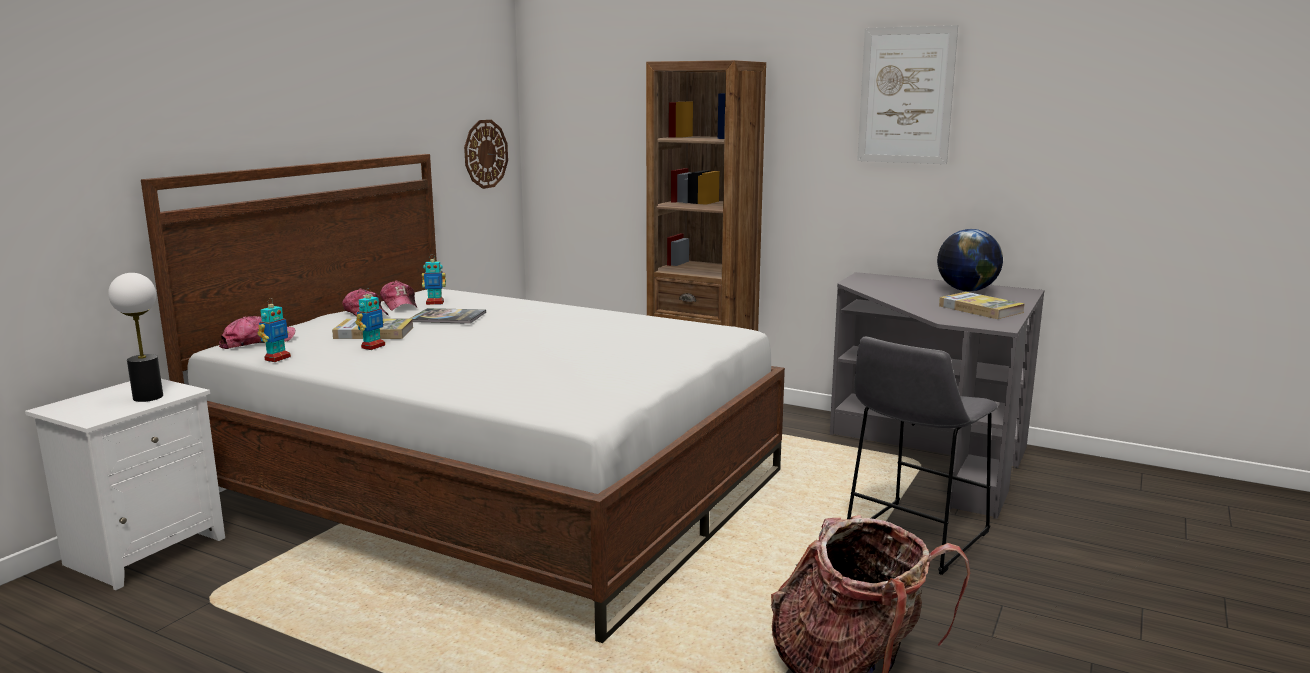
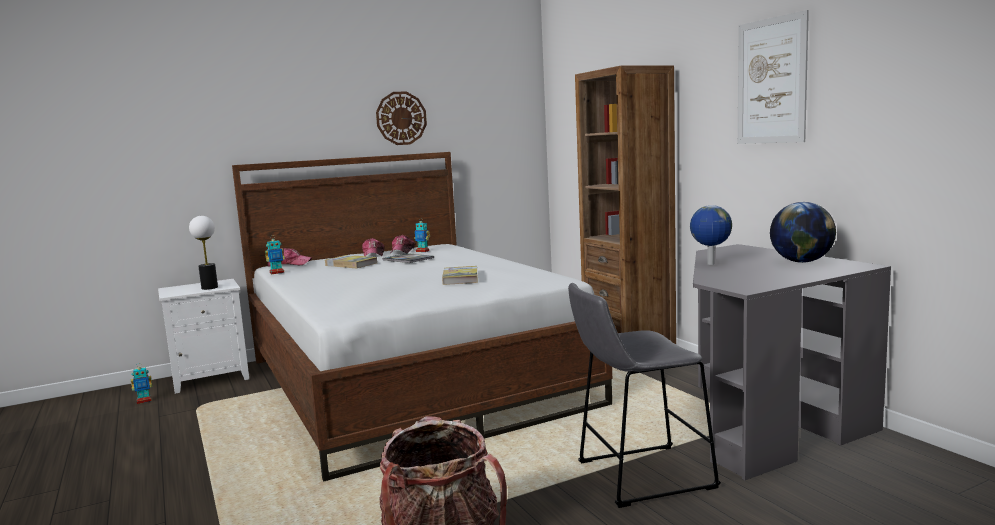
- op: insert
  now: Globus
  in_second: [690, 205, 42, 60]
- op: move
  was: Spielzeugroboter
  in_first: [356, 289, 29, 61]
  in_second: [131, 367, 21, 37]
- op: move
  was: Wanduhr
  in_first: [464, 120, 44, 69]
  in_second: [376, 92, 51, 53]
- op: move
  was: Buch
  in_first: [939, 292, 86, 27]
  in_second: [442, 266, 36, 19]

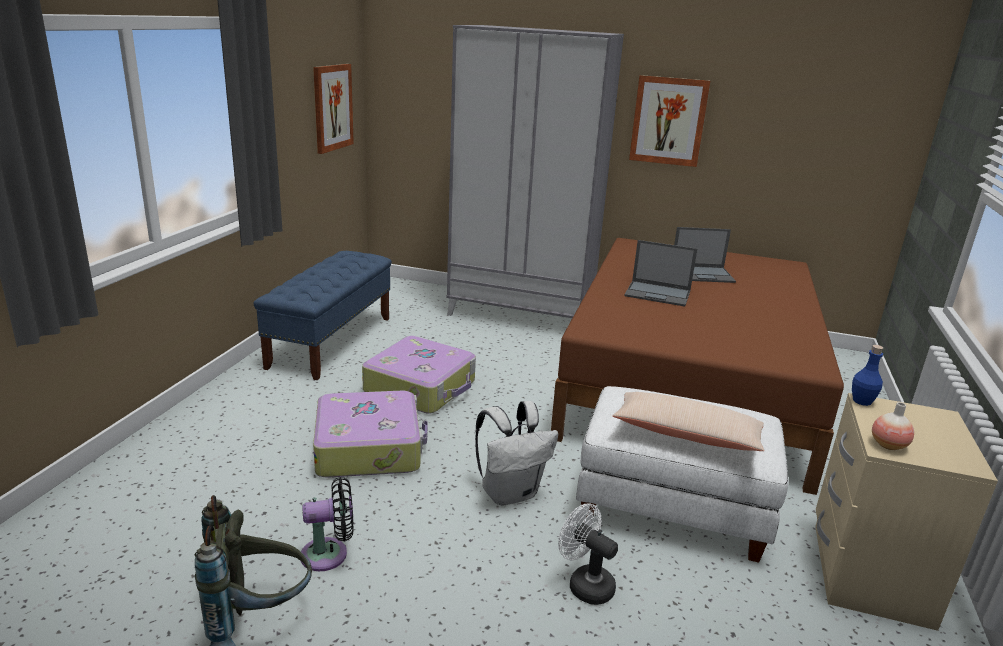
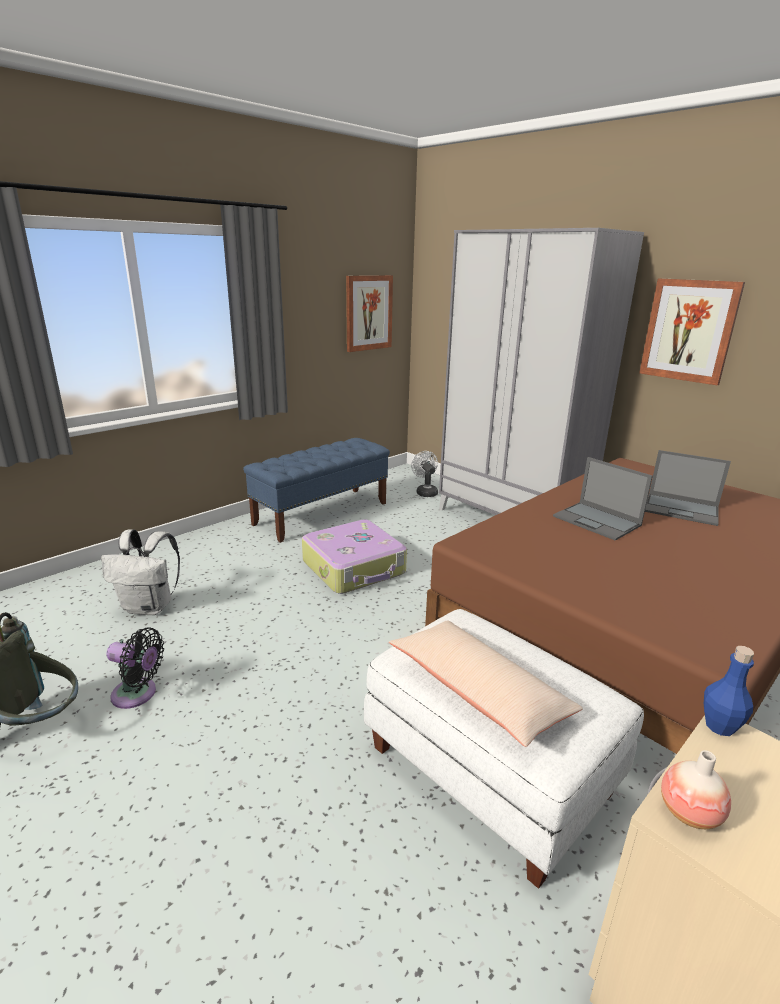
- op: delete
  was: Koffer
  in_first: [313, 391, 115, 87]
- op: move
  was: Rucksack [weiß]
  in_first: [475, 401, 83, 105]
  in_second: [101, 529, 79, 86]
- op: move
  was: Ventilator [weiß]
  in_first: [558, 503, 60, 102]
  in_second: [411, 451, 27, 46]

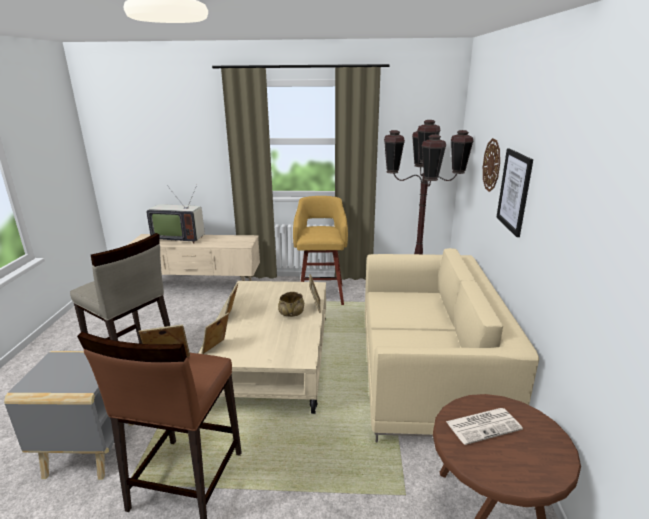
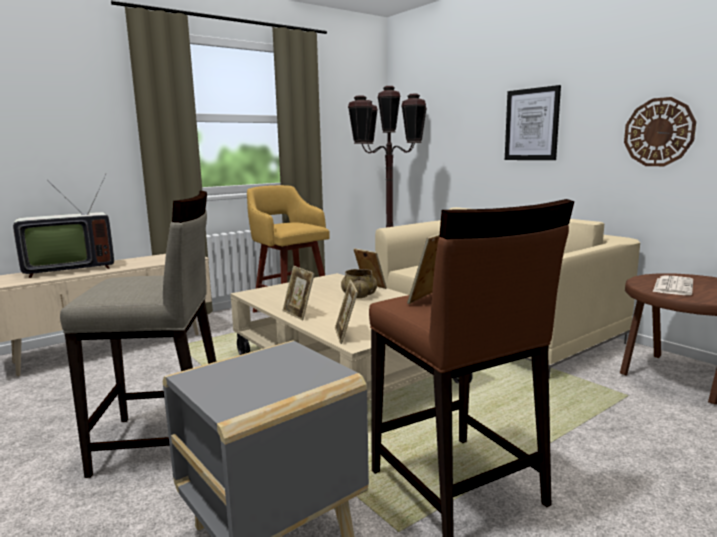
- op: move
  was: Wanduhr
  in_first: [483, 138, 17, 54]
  in_second: [624, 97, 72, 69]

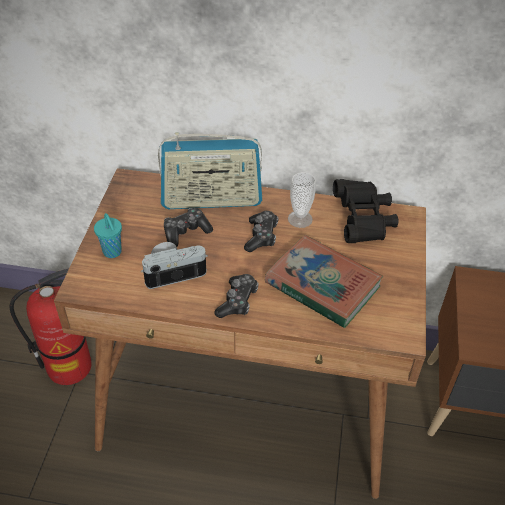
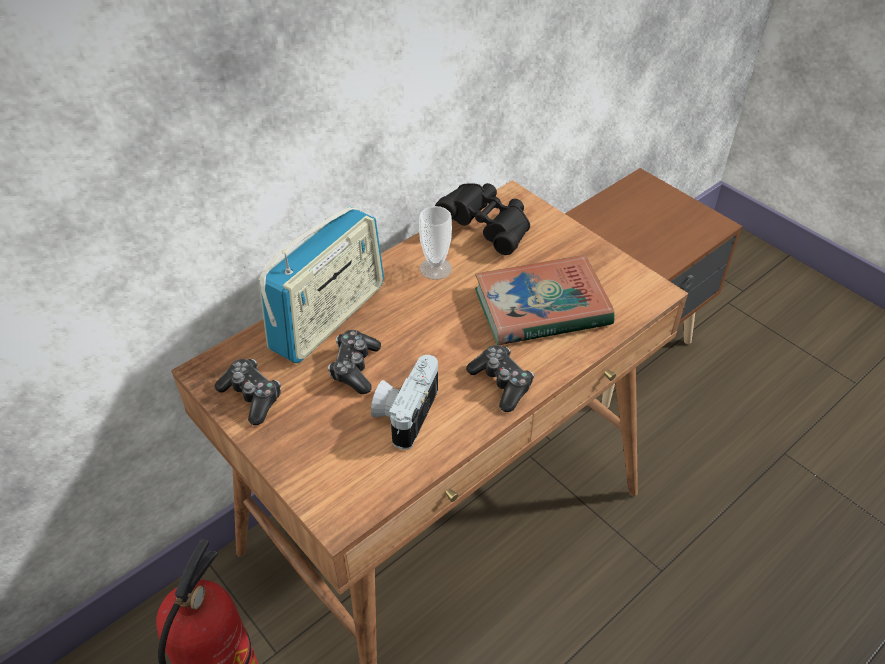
- op: delete
  was: Tasse [türkis]
  in_first: [94, 213, 28, 45]
- op: move
  was: Gamepad
  in_first: [244, 211, 35, 41]
  in_second: [214, 359, 67, 66]

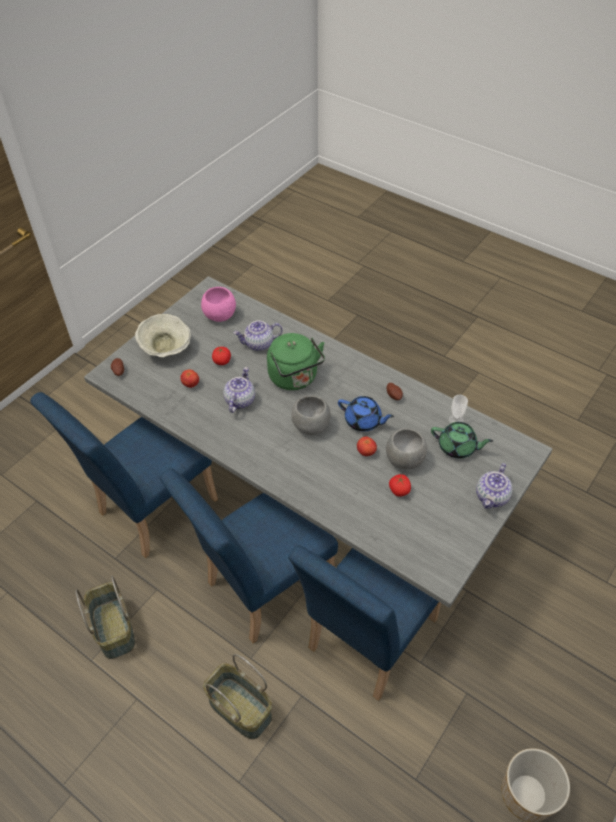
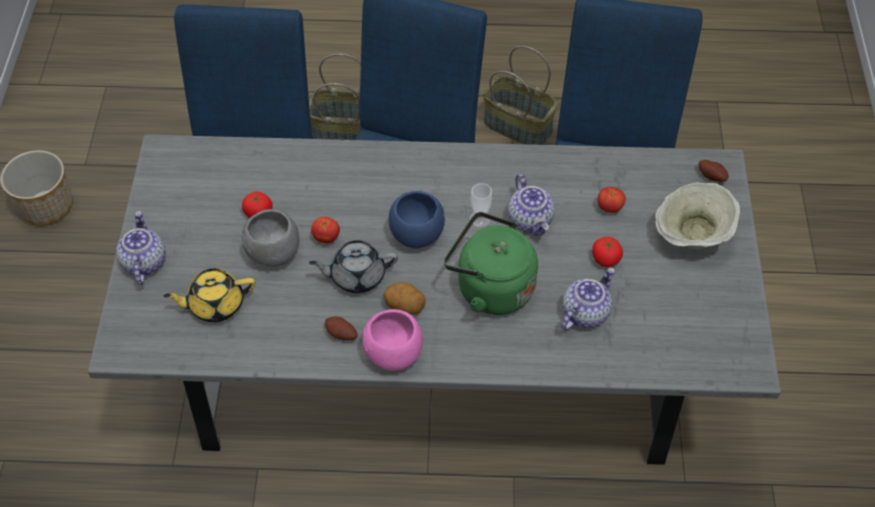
- op: insert
  now: Kartoffel
  in_second: [383, 283, 43, 31]
- op: move
  was: Schüssel [rosa]
  in_first: [201, 287, 35, 35]
  in_second: [363, 309, 60, 62]
- op: move
  was: Tasse
  in_first: [449, 395, 19, 29]
  in_second: [469, 183, 23, 44]
- op: recolor
  was: Schüssel [grau]
  now: Schüssel [blau]
  in_first: [291, 395, 40, 40]
  in_second: [389, 191, 56, 57]
- op: recolor
  was: Teekanne [blau]
  now: Teekanne [grau]
  in_first: [338, 396, 56, 36]
  in_second: [309, 240, 89, 53]
- op: recolor
  was: Teekanne [grün]
  now: Teekanne [gelb]
  in_first: [431, 422, 62, 36]
  in_second: [163, 269, 92, 54]

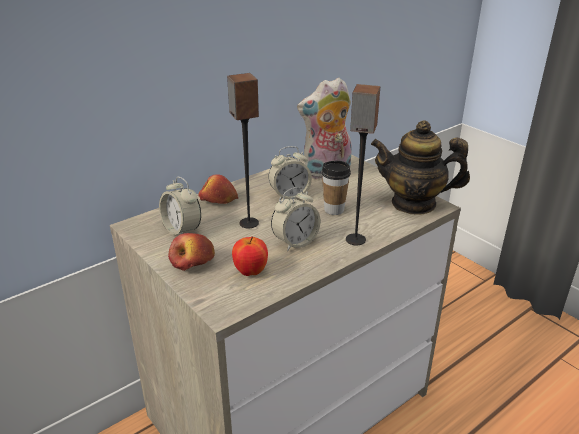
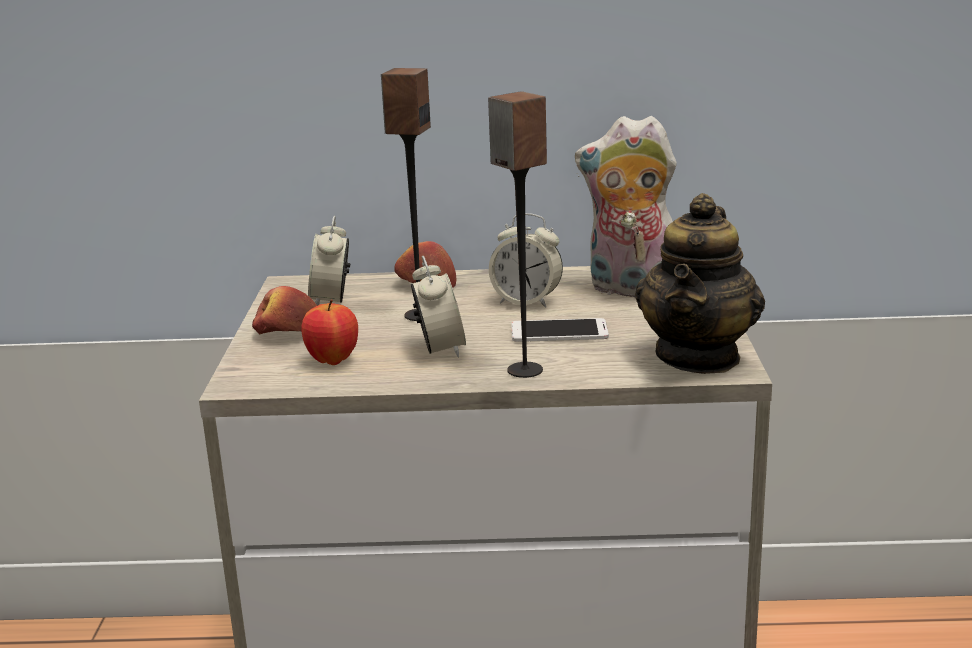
- op: replace
  was: Tasse
  now: Handy
  in_first: [321, 161, 30, 54]
  in_second: [511, 318, 98, 24]
- op: rotate
  was: Wecker
  in_first: [271, 187, 49, 64]
  in_second: [411, 256, 55, 102]
  clockwise: -105
- op: rotate
  was: Teekanne
  in_first: [371, 121, 99, 94]
  in_second: [635, 193, 130, 181]
  clockwise: -120

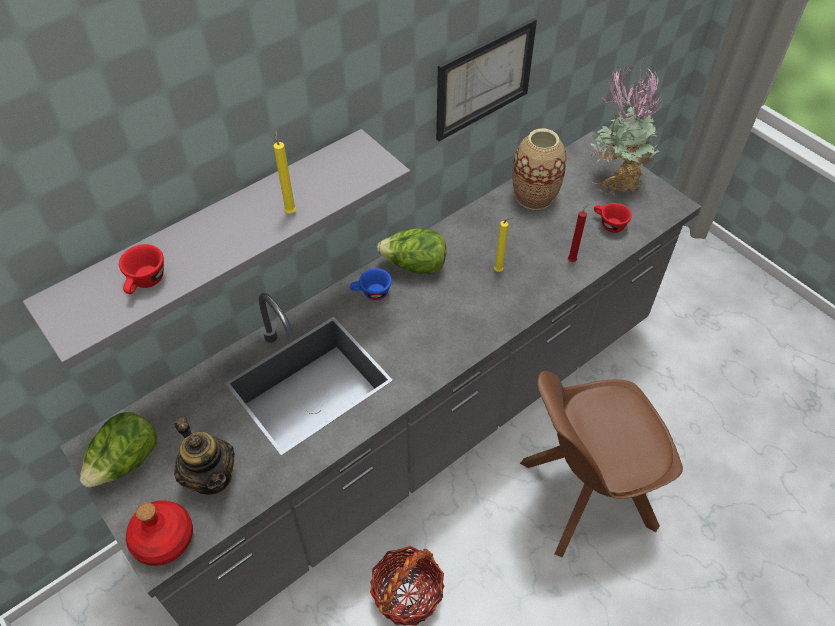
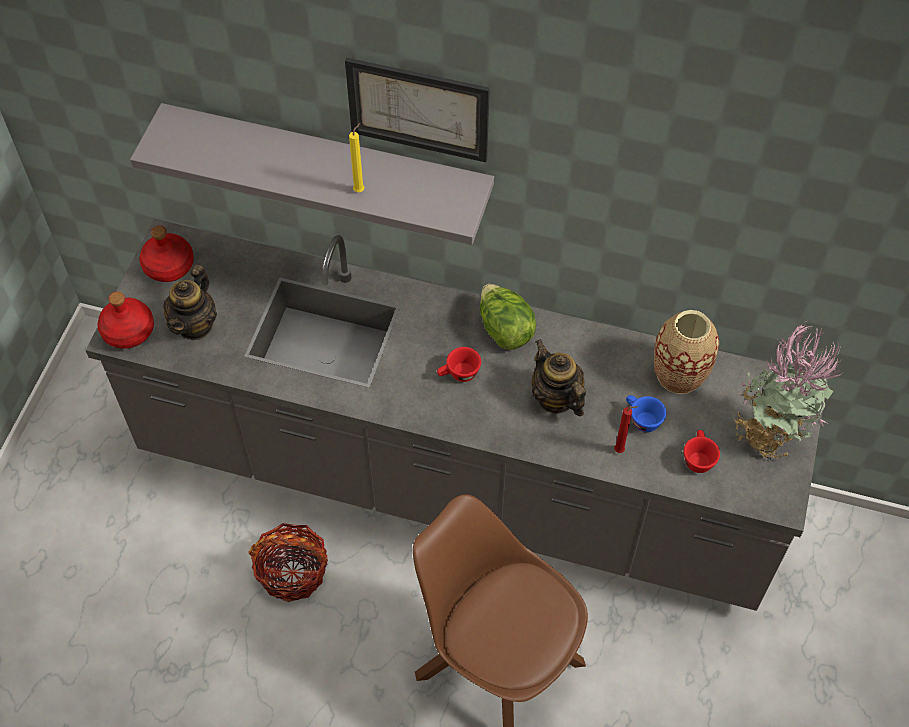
- op: move
  was: Tasse [rot]
  in_first: [119, 244, 45, 50]
  in_second: [437, 347, 44, 35]
- op: move
  was: Tasse [blau]
  in_first: [350, 268, 42, 32]
  in_second: [626, 395, 40, 37]
- op: move
  was: Bild
  in_first: [436, 18, 101, 123]
  in_second: [345, 58, 145, 104]
- op: replace
  was: Salatkopf
  now: Flasche [rot]
  in_first: [80, 412, 77, 76]
  in_second: [140, 225, 54, 57]
- op: replace
  was: Kerze [gelb]
  now: Teekanne
  in_first: [494, 217, 19, 55]
  in_second: [532, 340, 54, 76]

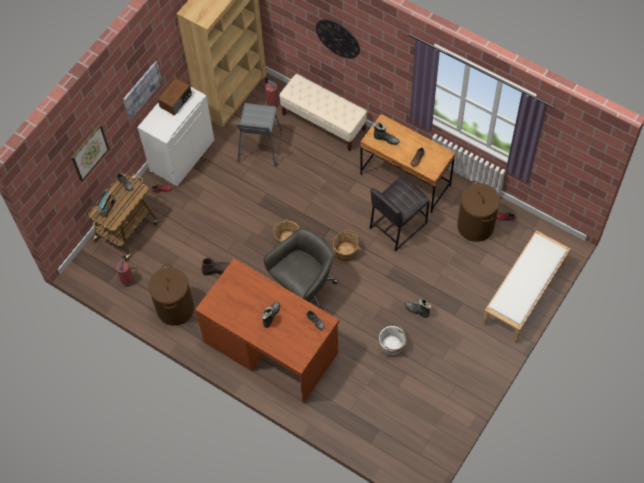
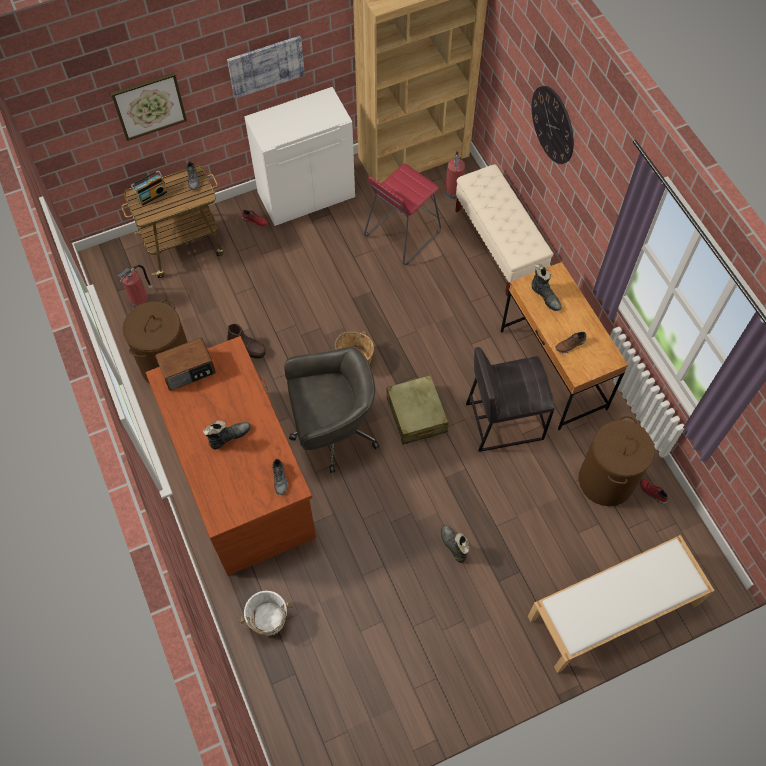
- op: move
  was: Radio
  in_first: [158, 78, 34, 37]
  in_second: [156, 338, 60, 53]
- op: move
  was: Eimer [weiß]
  in_first: [379, 326, 28, 30]
  in_second: [239, 591, 54, 45]
- op: replace
  was: Eimer [braun]
  now: Koffer [beige]
  in_first: [330, 230, 32, 31]
  in_second: [386, 375, 63, 69]
- op: recolor
  was: Hocker [grau]
  now: Hocker [rot]
  in_first: [236, 103, 46, 63]
  in_second: [364, 164, 77, 101]

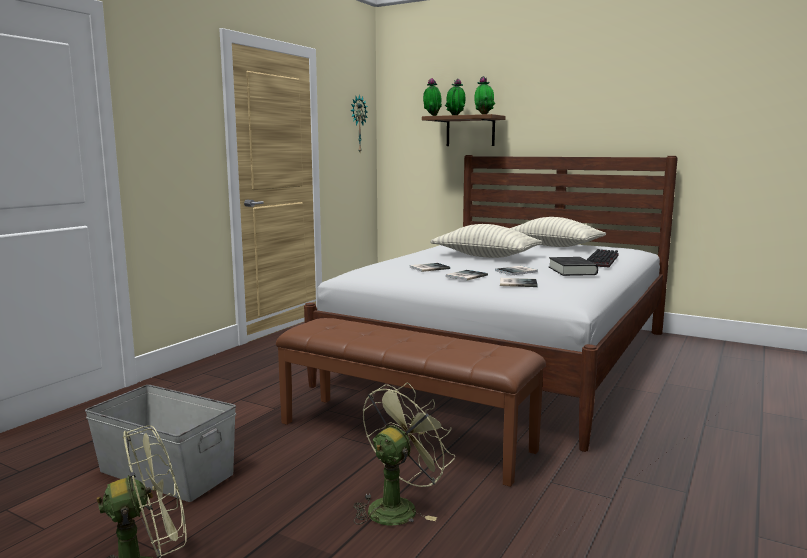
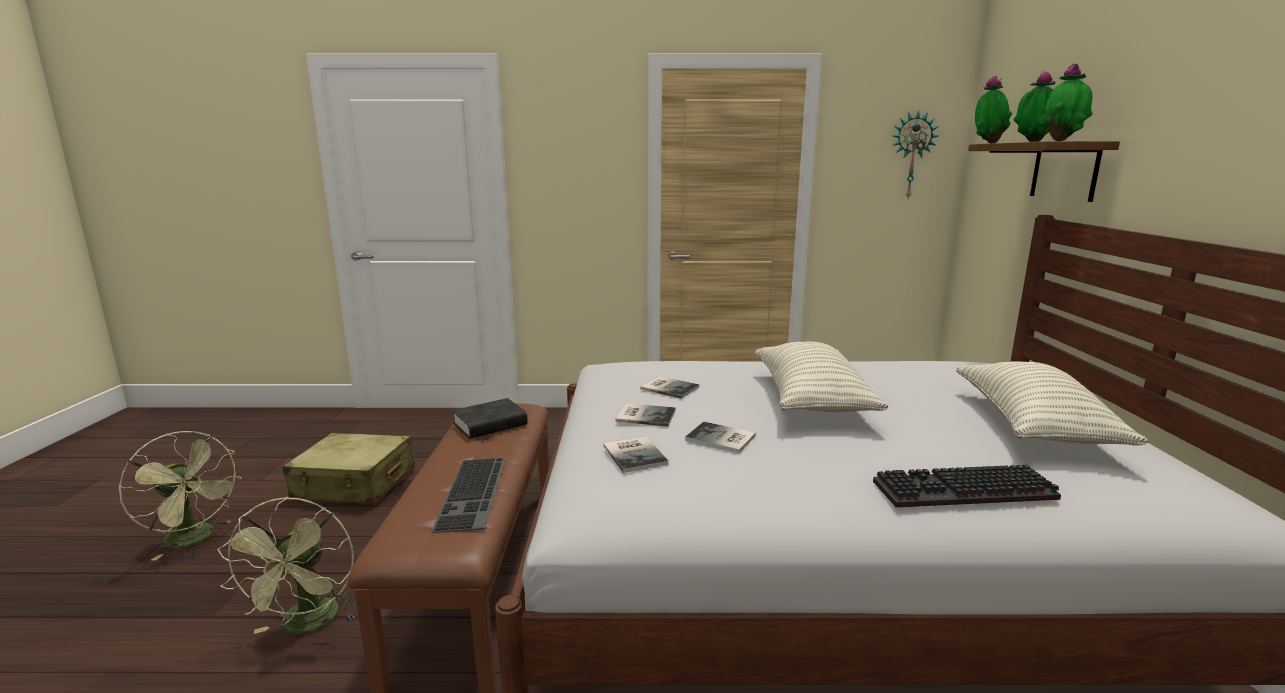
- op: insert
  now: Tastatur
  in_second: [431, 457, 75, 76]
- op: move
  was: Buch [schwarz]
  in_first: [549, 257, 49, 19]
  in_second: [452, 398, 76, 41]
- op: replace
  was: Aufbewahrungsbox [grau]
  now: Koffer [beige]
  in_first: [85, 385, 151, 117]
  in_second: [283, 433, 132, 72]
- op: rotate
  was: Ventilator [grün]
  in_first: [353, 383, 102, 142]
  in_second: [217, 497, 140, 137]
  clockwise: 75

